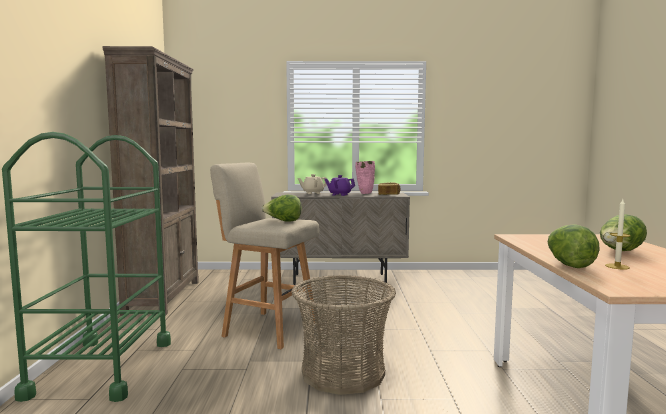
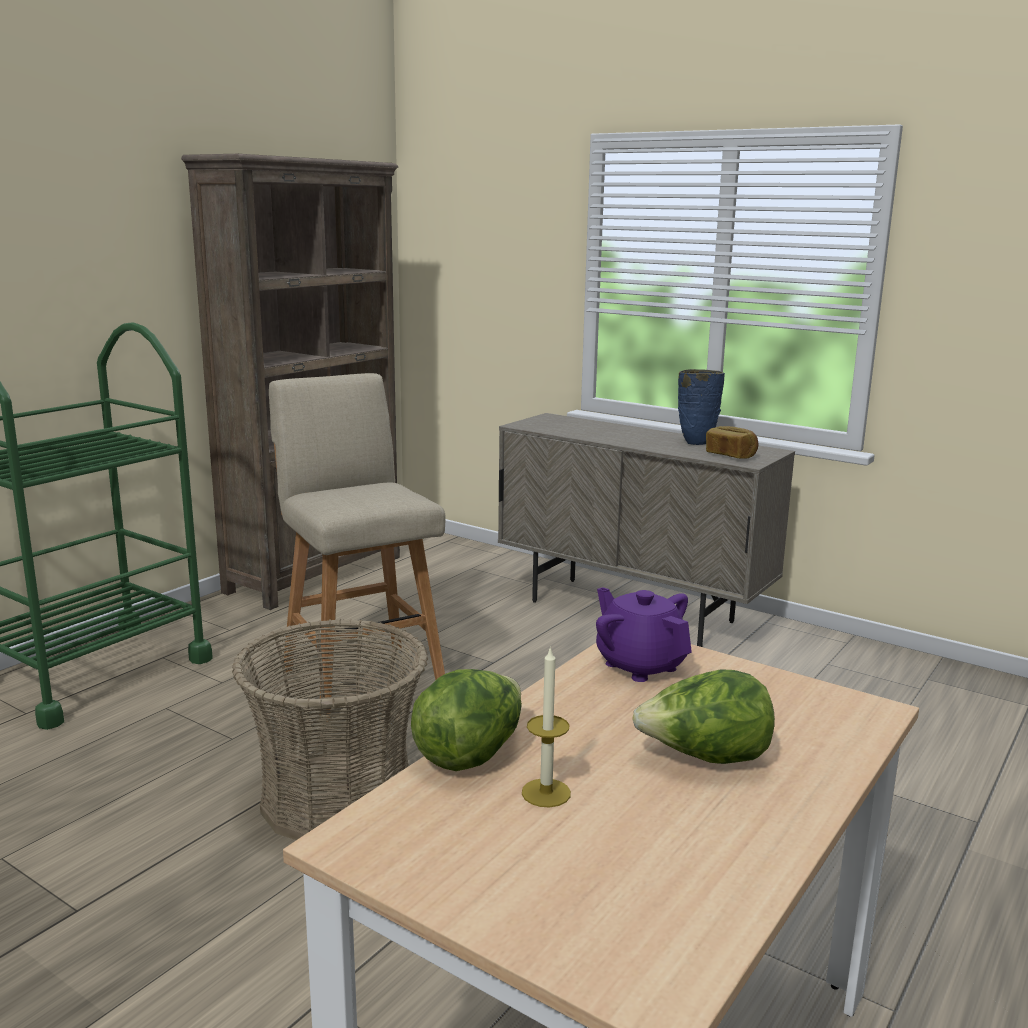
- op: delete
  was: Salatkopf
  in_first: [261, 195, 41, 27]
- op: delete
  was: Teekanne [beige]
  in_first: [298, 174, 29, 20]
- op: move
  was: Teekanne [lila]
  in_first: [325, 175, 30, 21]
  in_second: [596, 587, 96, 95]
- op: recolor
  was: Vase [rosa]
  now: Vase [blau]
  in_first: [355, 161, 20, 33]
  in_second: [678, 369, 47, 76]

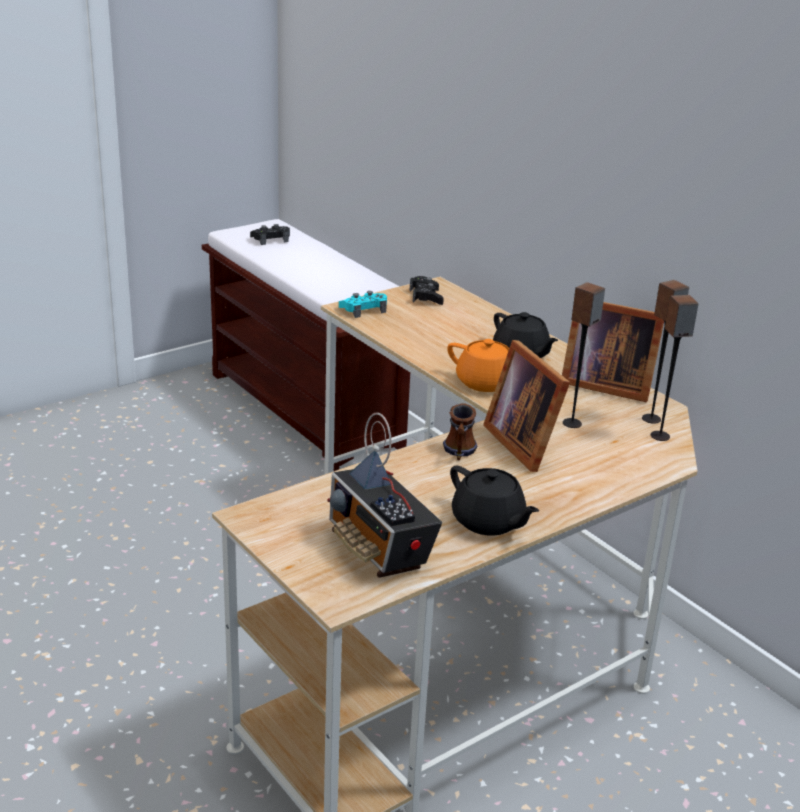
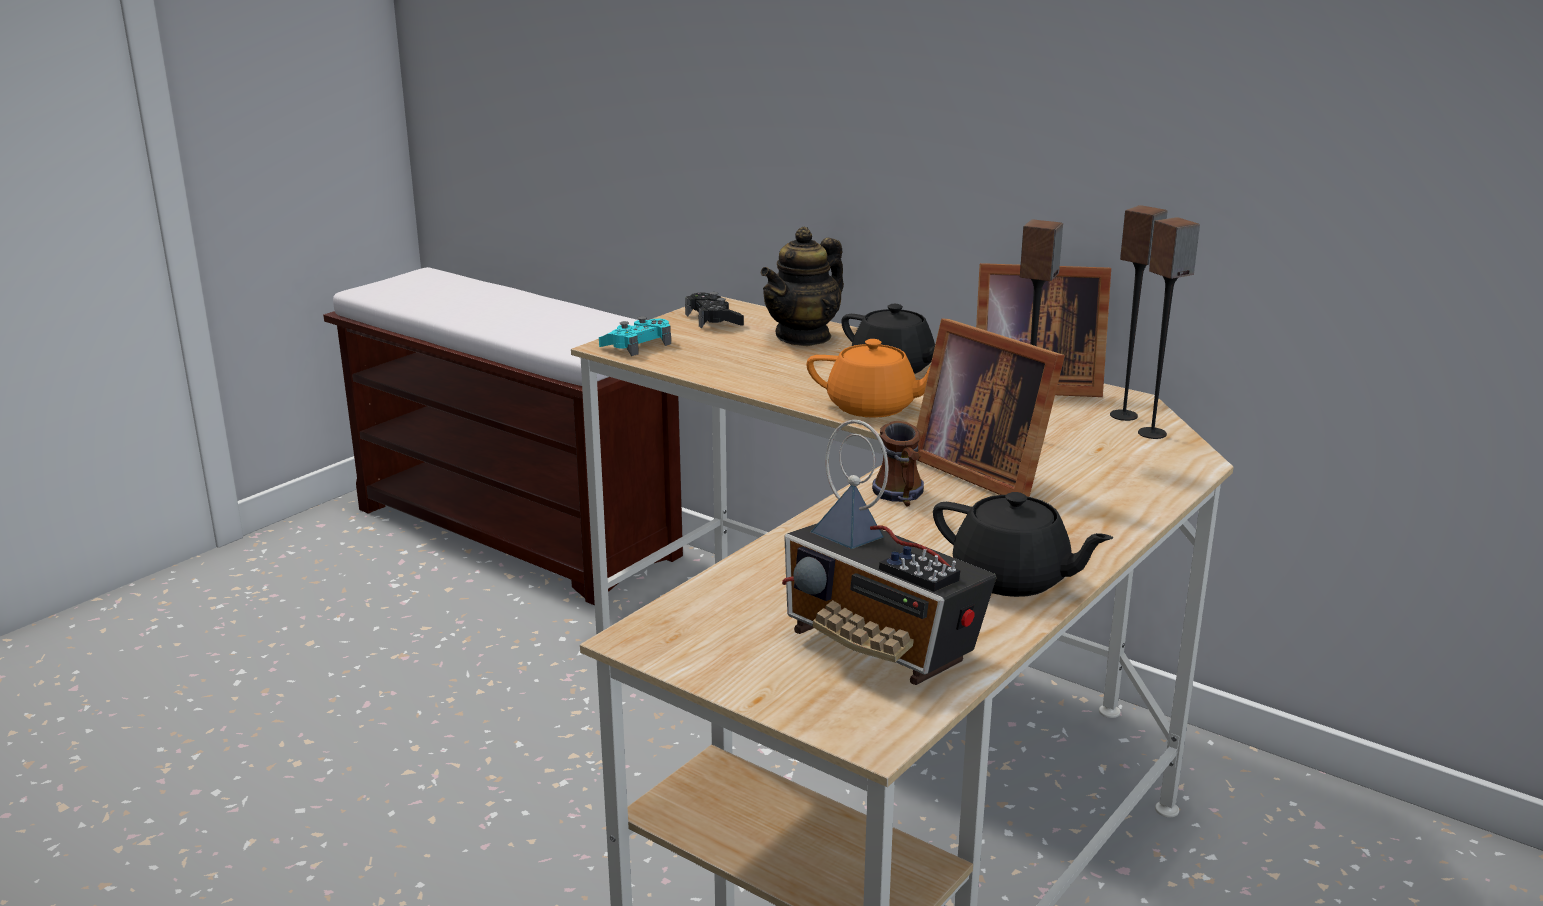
- op: delete
  was: Gamepad [schwarz]
  in_first: [250, 224, 40, 21]
- op: insert
  now: Teekanne
  in_second: [760, 226, 84, 120]

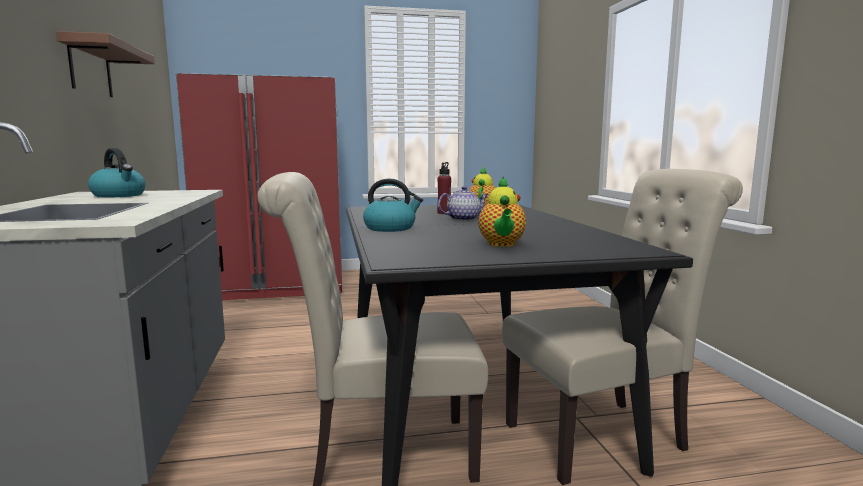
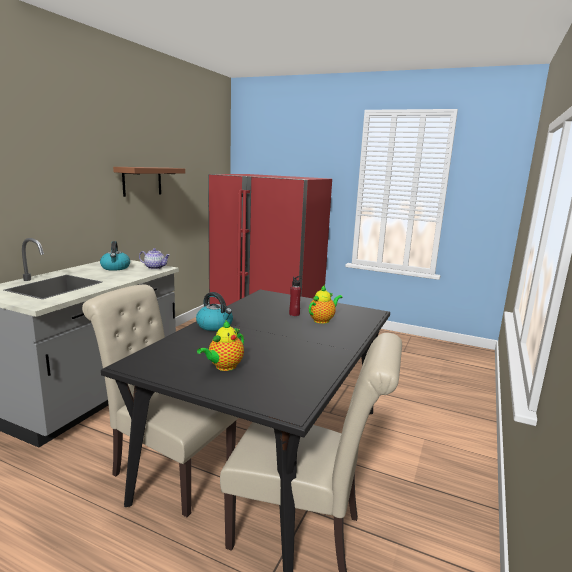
- op: move
  was: Teekanne
  in_first: [438, 186, 51, 35]
  in_second: [139, 248, 31, 21]

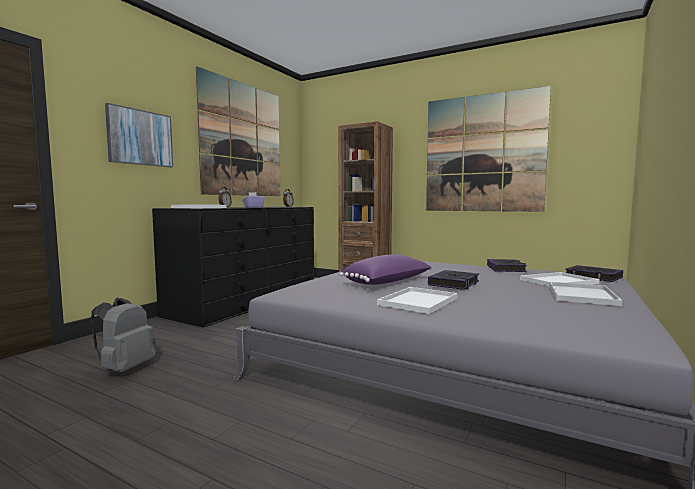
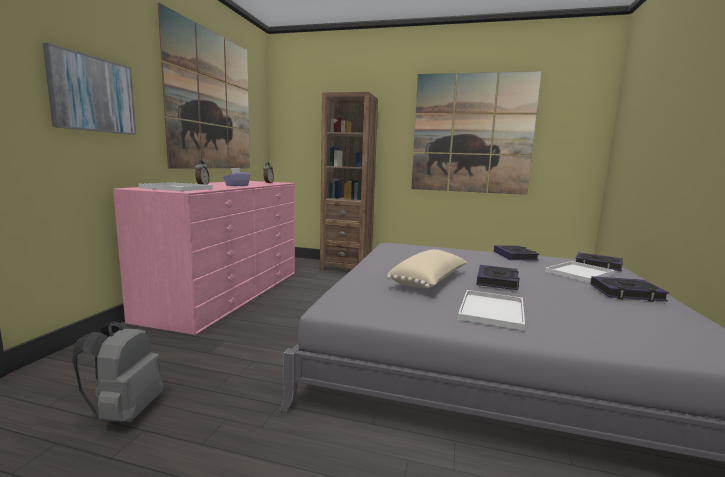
- op: replace
  was: Tablett [weiß]
  now: Buch
  in_first: [550, 282, 72, 24]
  in_second: [590, 276, 79, 26]
- op: recolor
  was: Kommode [schwarz]
  now: Kommode [rosa]
  in_first: [152, 207, 162, 121]
  in_second: [113, 181, 182, 154]
- op: recolor
  was: Kissen [lila]
  now: Kissen [beige]
  in_first: [340, 254, 91, 31]
  in_second: [387, 249, 81, 39]

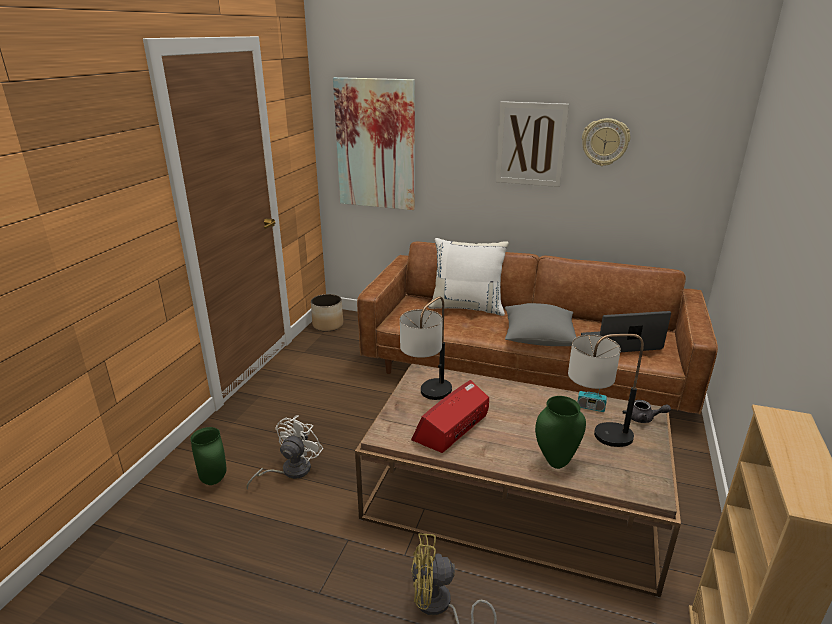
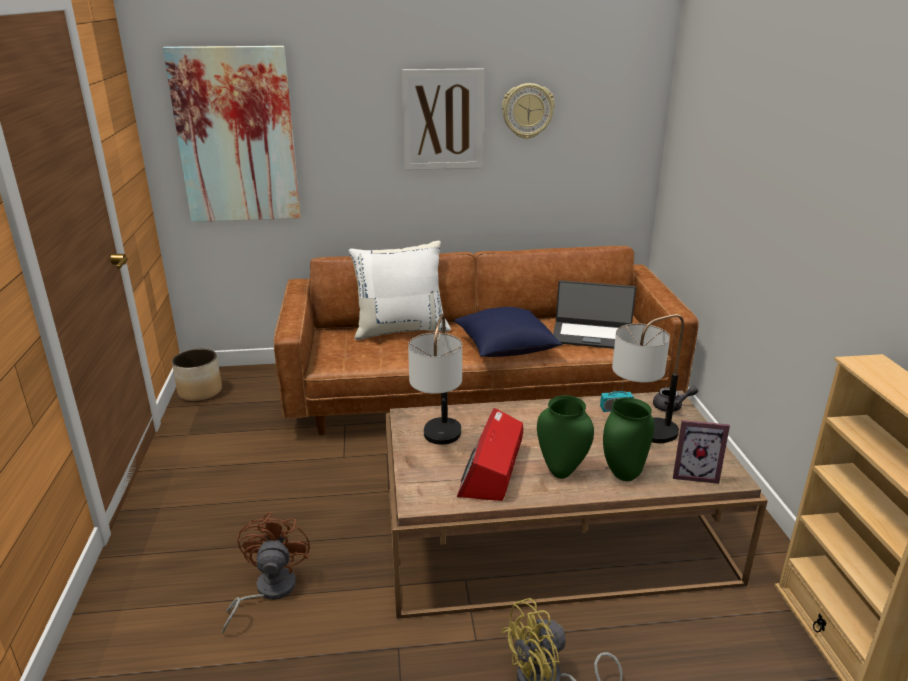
- op: insert
  now: Bilderrahmen
  in_second: [673, 420, 57, 64]
- op: move
  was: Vase [grün]
  in_first: [191, 427, 36, 58]
  in_second: [537, 395, 57, 84]
- op: recolor
  was: Ventilator [weiß]
  now: Ventilator [braun]
  in_first: [246, 415, 77, 74]
  in_second: [222, 512, 88, 122]
- op: recolor
  was: Kissen [grau]
  now: Kissen [blau]
  in_first: [505, 303, 71, 43]
  in_second: [454, 307, 108, 50]
- op: rotate
  was: Laptop
  in_first: [581, 311, 90, 41]
  in_second: [553, 280, 83, 69]
  clockwise: -135

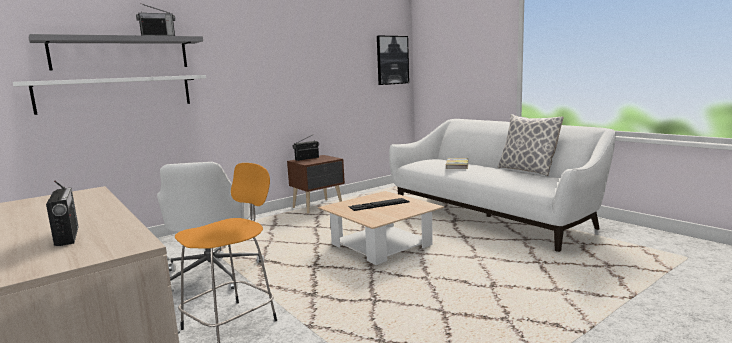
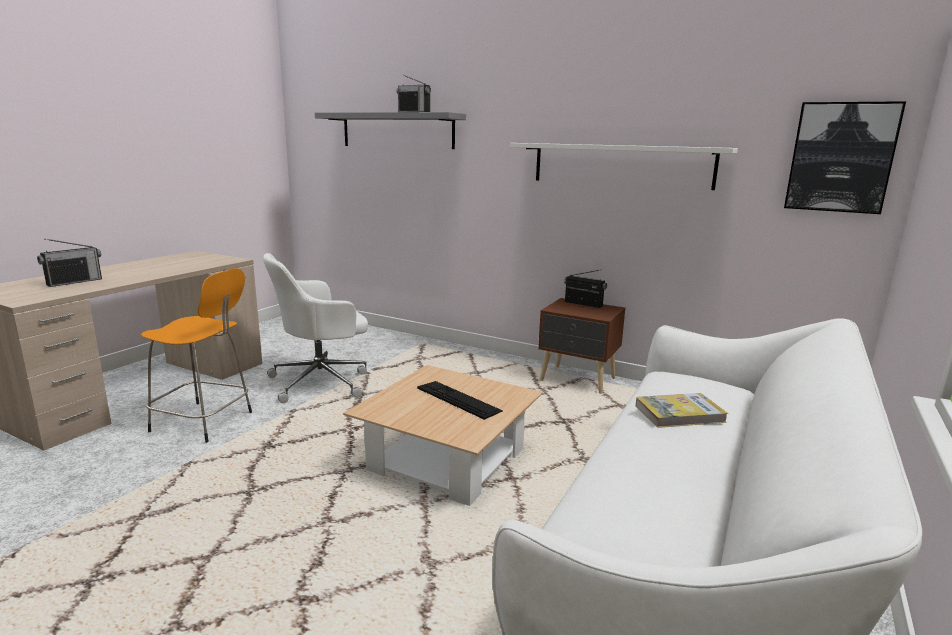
- op: delete
  was: Kissen
  in_first: [498, 114, 66, 62]
- op: move
  was: Wandregal [weiß]
  in_first: [13, 75, 193, 40]
  in_second: [510, 143, 228, 47]

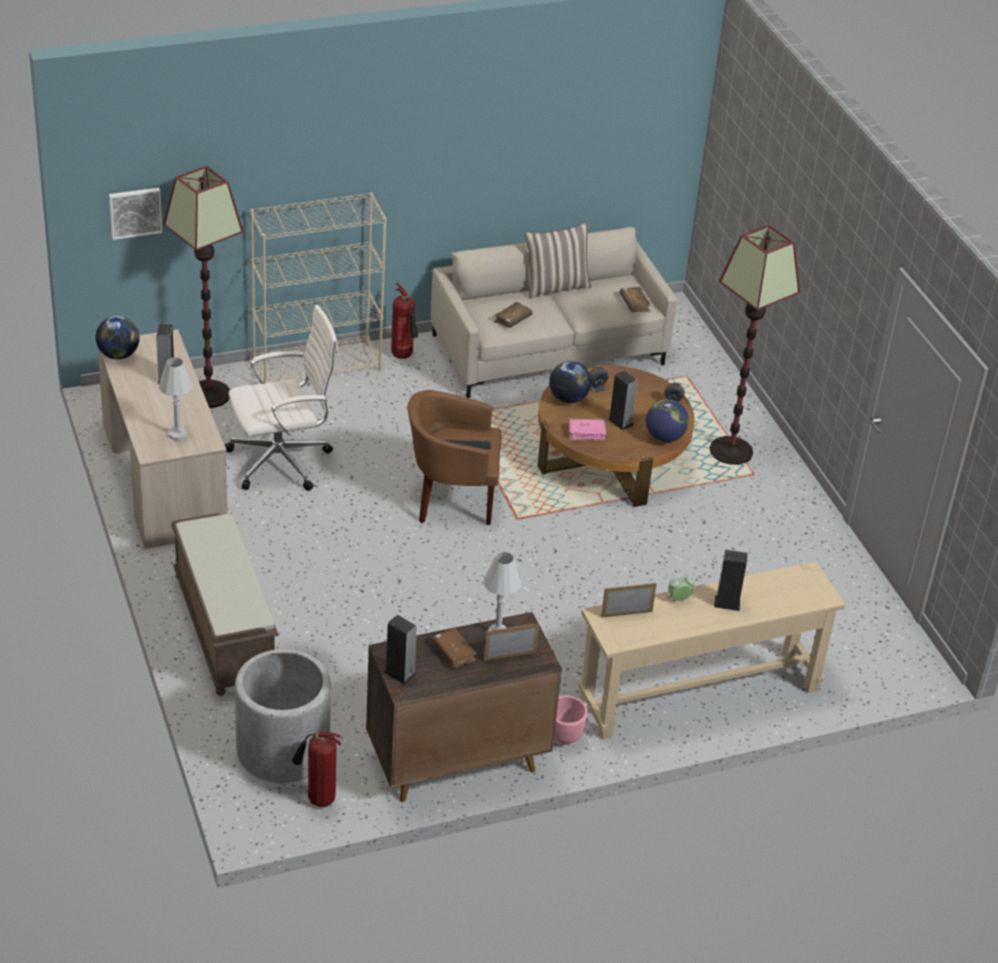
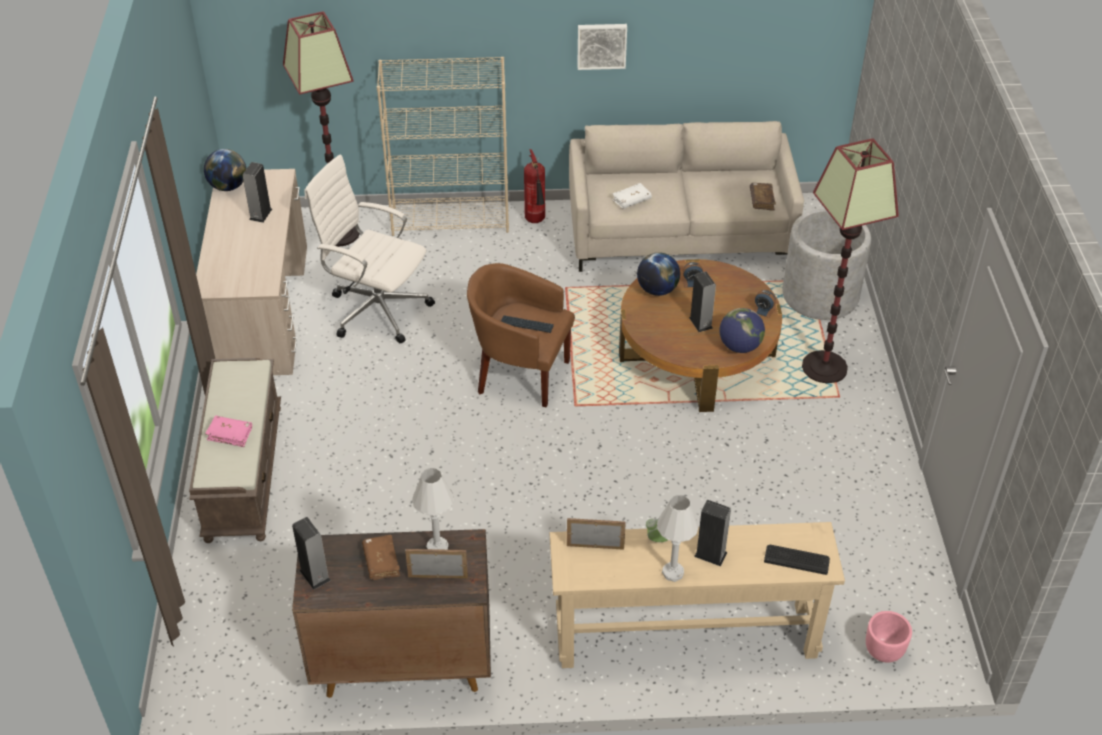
- op: delete
  was: Feuerlöscher
  in_first: [292, 731, 49, 76]
- op: delete
  was: Kissen
  in_first: [525, 222, 67, 77]
- op: insert
  now: Tastatur
  in_second: [764, 545, 66, 30]
- op: move
  was: Bild
  in_first: [109, 188, 54, 52]
  in_second: [577, 24, 50, 46]
- op: move
  was: Tischlampe [weiß]
  in_first: [159, 358, 34, 83]
  in_second: [657, 495, 42, 87]
- op: move
  was: Pflanzkübel [grau]
  in_first: [235, 649, 96, 134]
  in_second: [782, 209, 89, 111]
- op: move
  was: Pflanzkübel [rosa]
  in_first: [554, 695, 34, 50]
  in_second: [866, 611, 46, 52]
- op: move
  was: Buch [rosa]
  in_first: [569, 419, 37, 22]
  in_second: [205, 416, 47, 31]
- op: recolor
  was: Buch [braun]
  now: Buch [weiß]
  in_first: [494, 302, 38, 26]
  in_second: [612, 183, 40, 26]
- op: rotate
  was: Bürostuhl [weiß]
  in_first: [225, 305, 113, 186]
  in_second: [304, 155, 131, 188]
  clockwise: -150

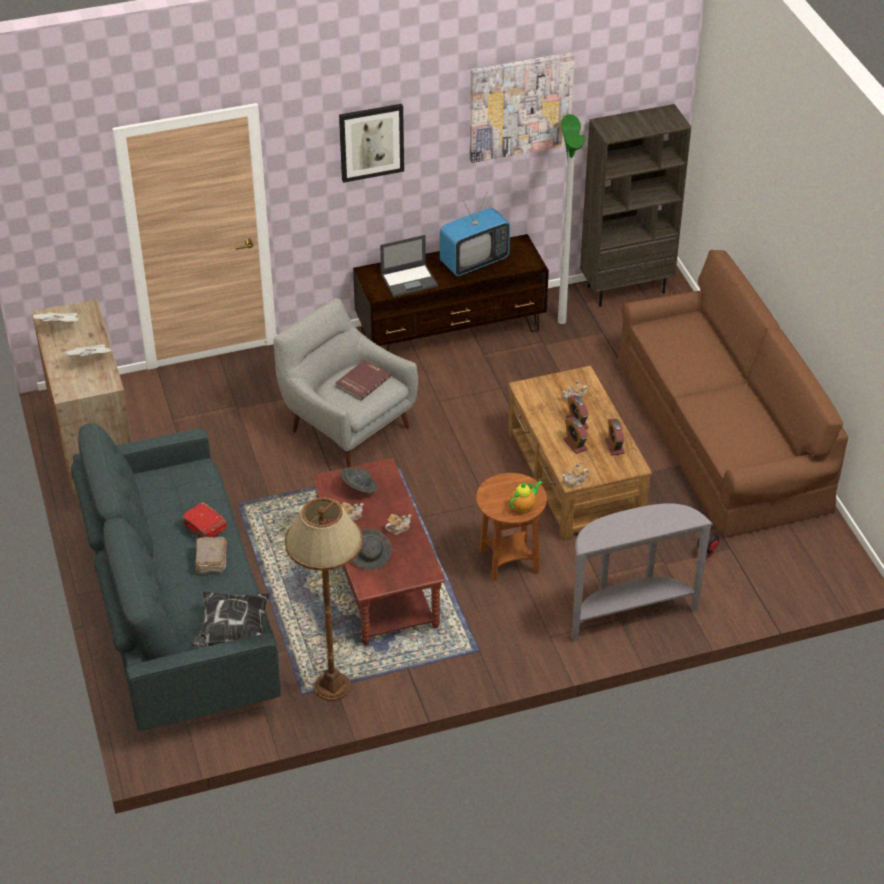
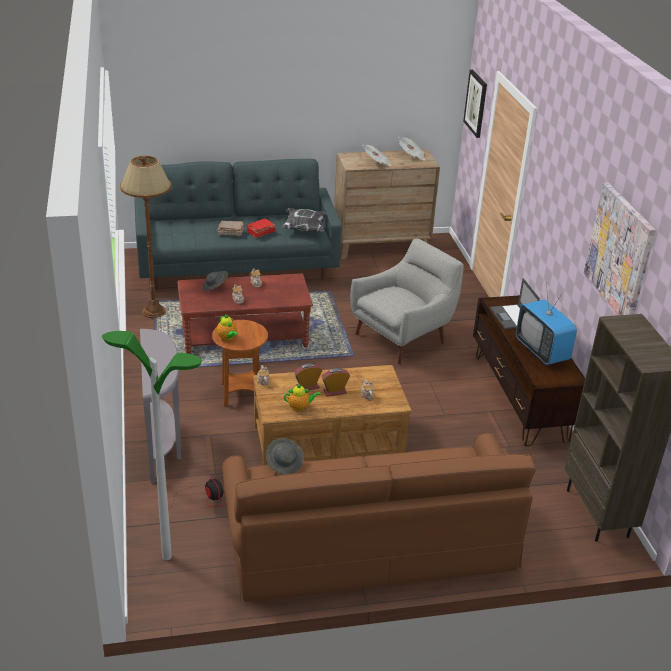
- op: delete
  was: Buch [rot]
  in_first: [335, 359, 56, 42]
- op: move
  was: Kissen
  in_first: [190, 591, 81, 57]
  in_second: [282, 208, 44, 24]
- op: move
  was: Bild
  in_first: [339, 104, 65, 79]
  in_second: [463, 70, 24, 68]
- op: move
  was: Hut [grau]
  in_first: [340, 468, 37, 25]
  in_second: [266, 438, 38, 37]
- op: move
  was: Stehlampe
  in_first: [558, 114, 27, 210]
  in_second: [102, 331, 100, 229]
- op: replace
  was: Wecker
  now: Teekanne
  in_first: [605, 418, 20, 38]
  in_second: [284, 384, 37, 27]

